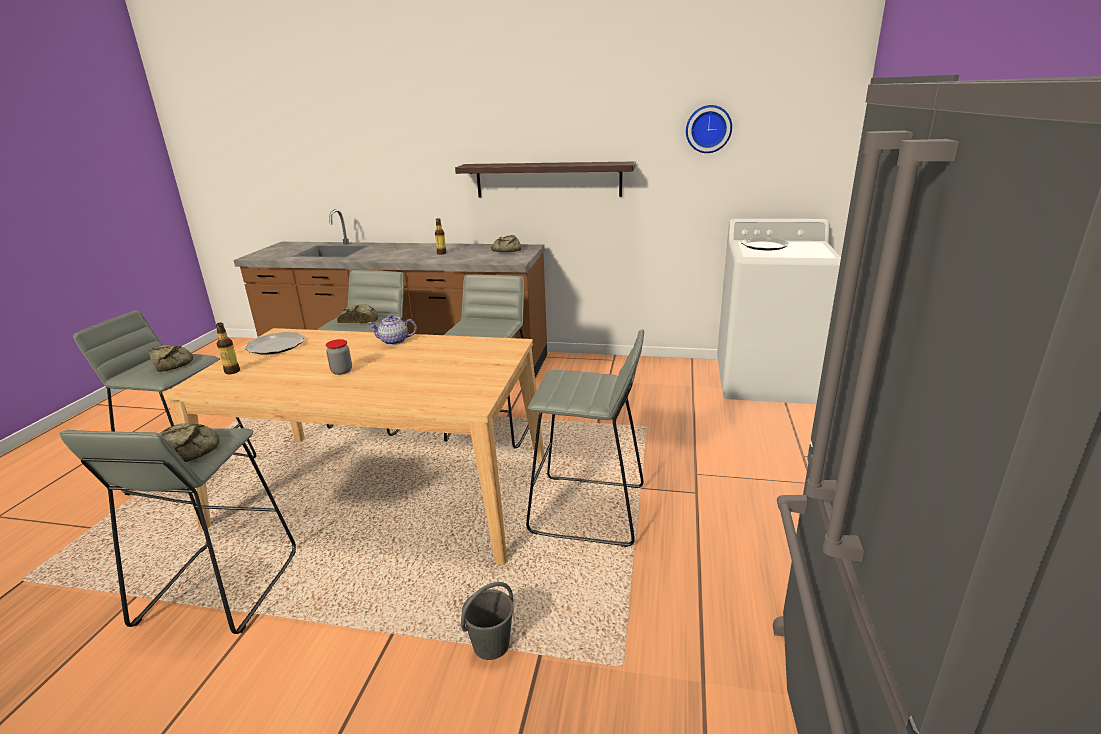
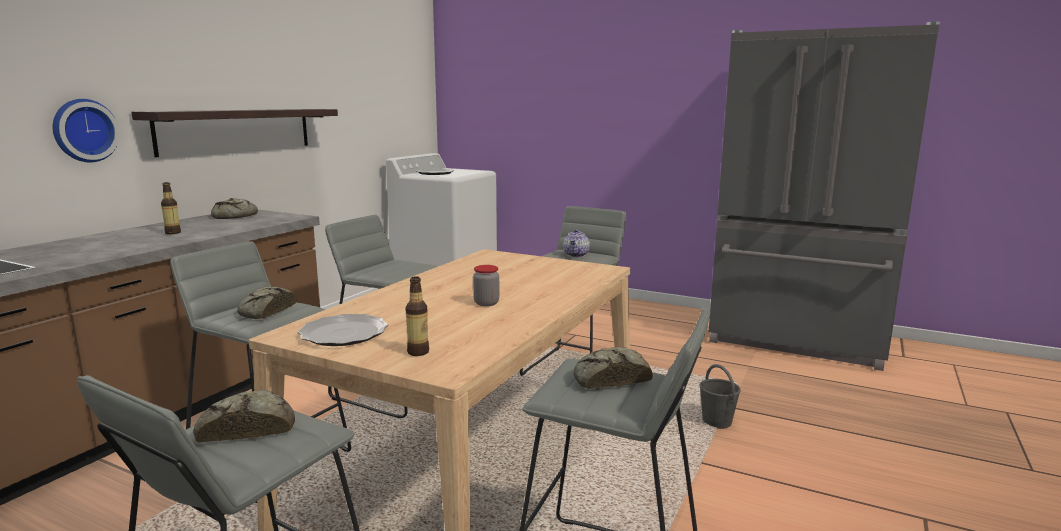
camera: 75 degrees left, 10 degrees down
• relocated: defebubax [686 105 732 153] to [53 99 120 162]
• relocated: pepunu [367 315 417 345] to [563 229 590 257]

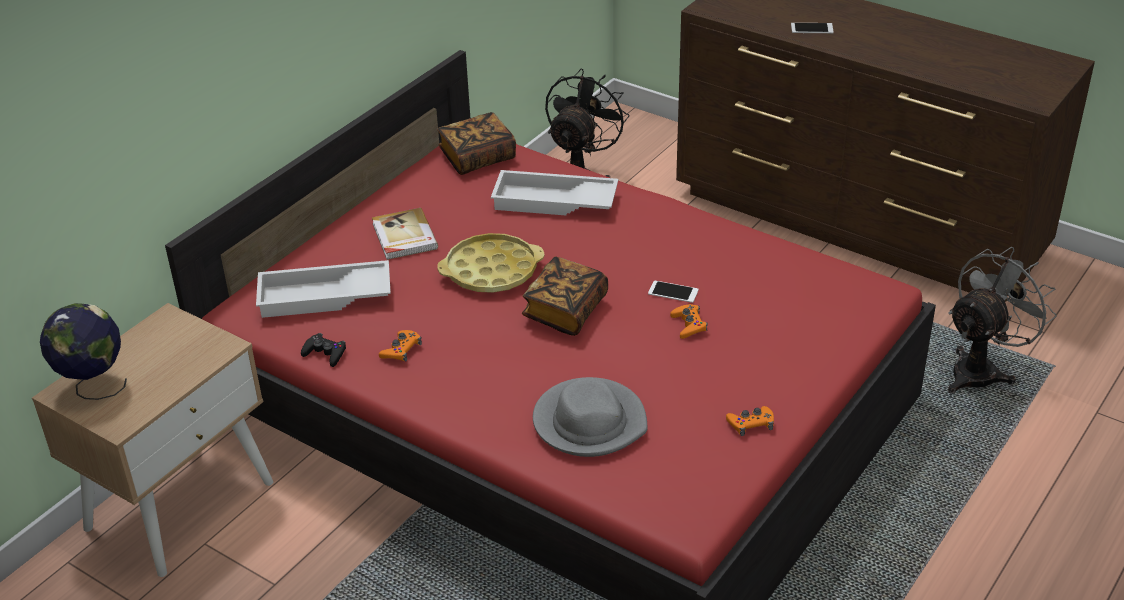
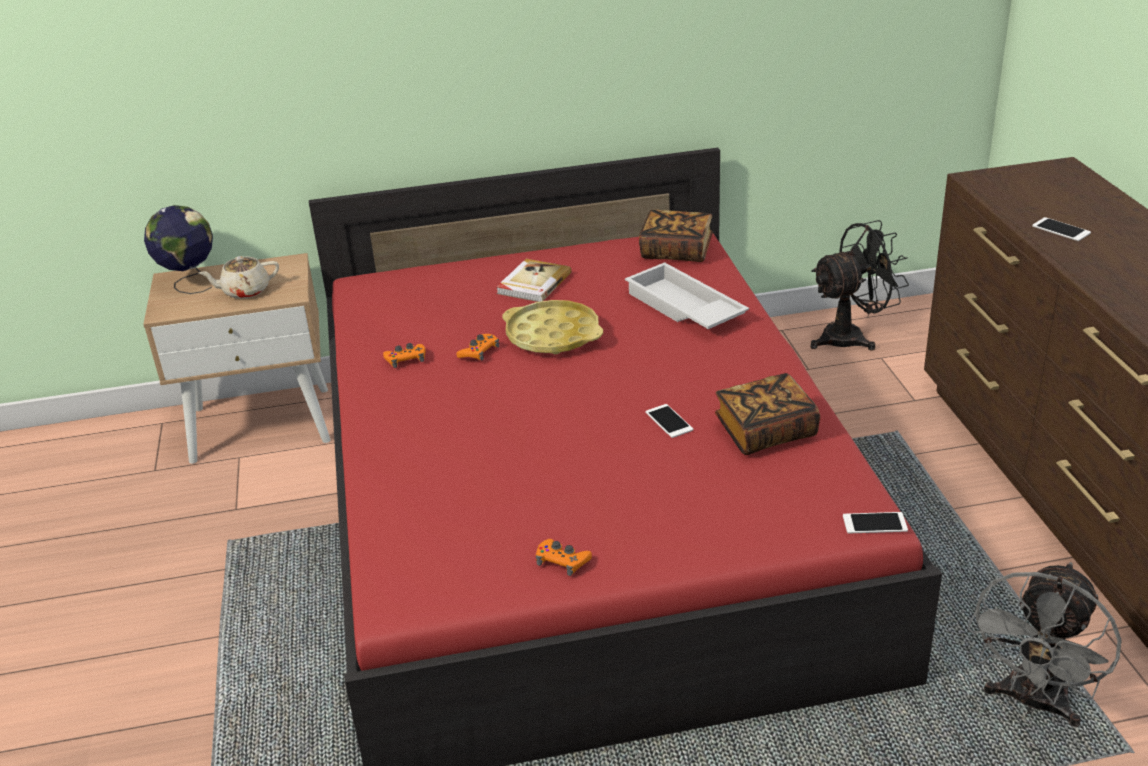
camera: 45 degrees right, 5 degrees down
• appeared: pepunu (beige) [199 256 279 299]
• relocated: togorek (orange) [670 304 708 339] to [457 334 499 360]
• relocated: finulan [522 257 608 336] to [715 373 820 455]
• appeared: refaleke [843 512 908 534]
• spun: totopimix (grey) [948 247 1057 394] = [967 562 1122 727] 120 degrees clockwise
• missing: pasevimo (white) [256 260 391 318]
• missing: togorek (black) [301 333 346 367]
• missing: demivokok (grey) [533 377 647 457]

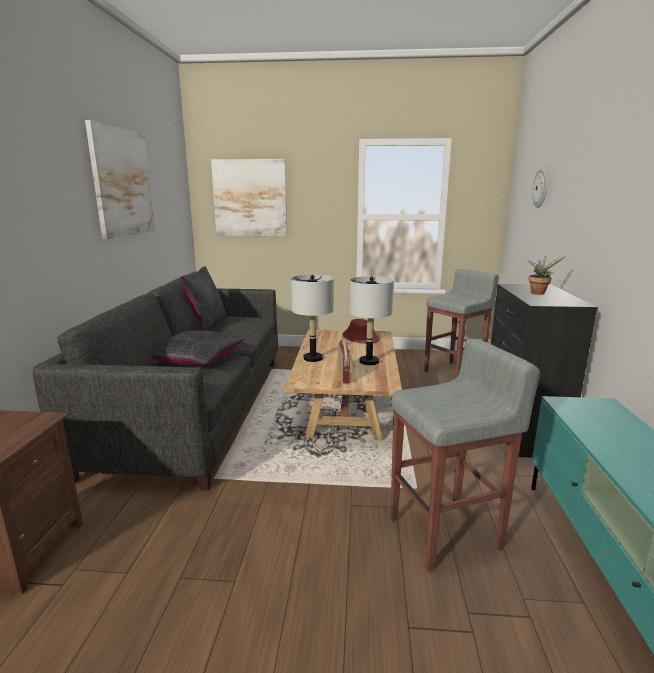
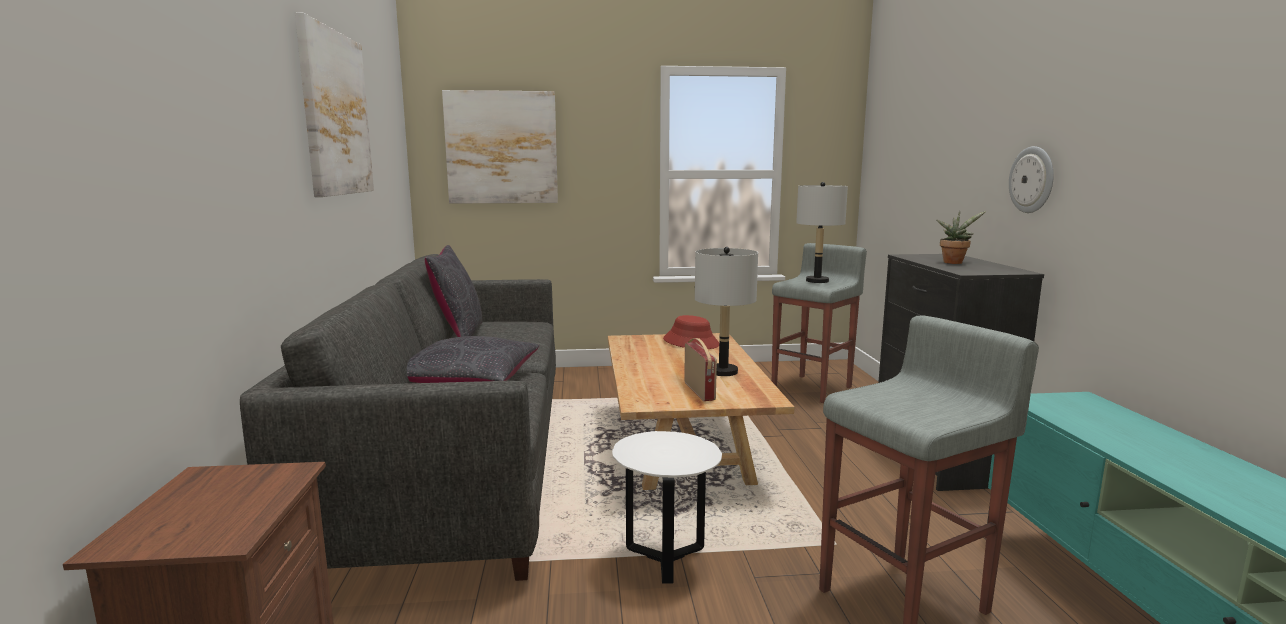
camera: 10 degrees left, 5 degrees down
• appeared: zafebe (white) [612 431 722 583]
• relocated: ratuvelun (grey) [291 275 334 362] to [796 182 848 283]
• relocated: defebubax [532 169 547 208] to [1009 146 1054 213]

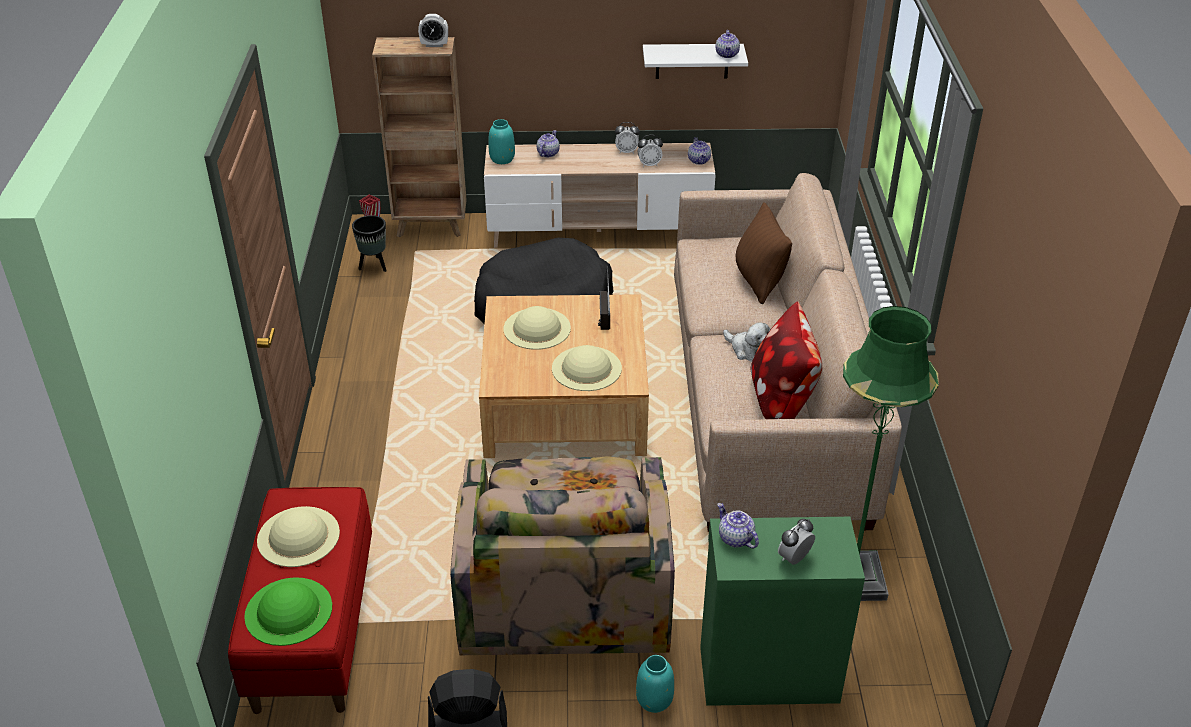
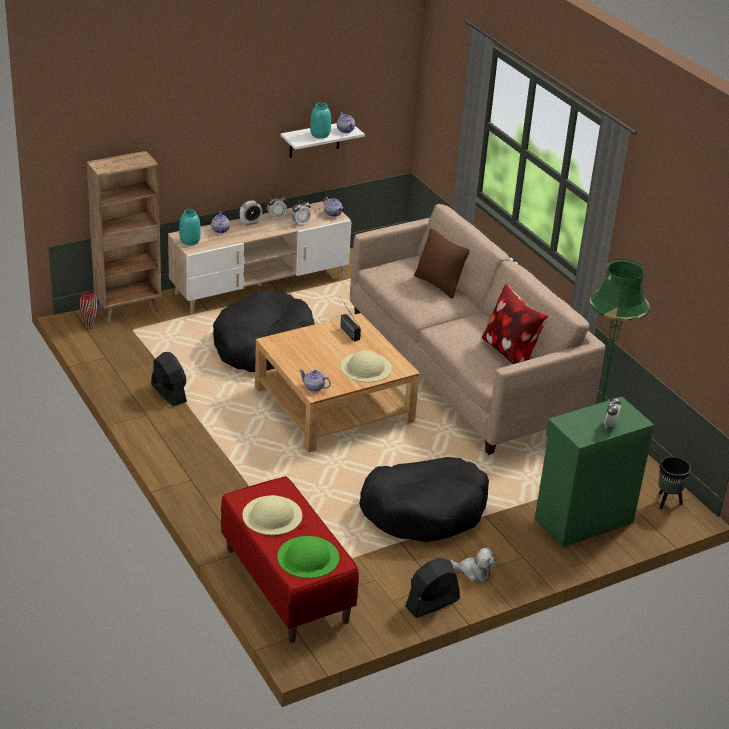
camera: 30 degrees left, 5 degrees down
• appeared: totopimix (black) [151 352 187 406]
• relocated: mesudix [418 14 448 47] to [240 200 262 226]
• relocated: pepunu [717 503 759 548] to [299 369 331 392]
• relocated: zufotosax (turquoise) [636 655 674 713] to [310 103 331 139]
• exchanged: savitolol [450 456 675 655] to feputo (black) [359 457 489 542]
• relocated: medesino [723 322 771 362] to [450 548 495 582]
• relocated: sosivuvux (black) [352 215 387 272] to [658 456 691 510]
• missing: demivokok (beige) [504 306 571 350]

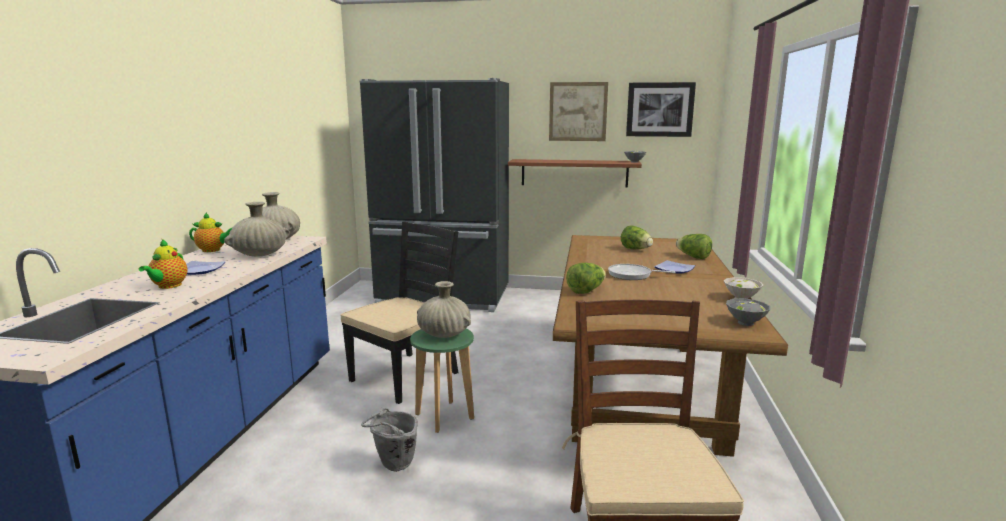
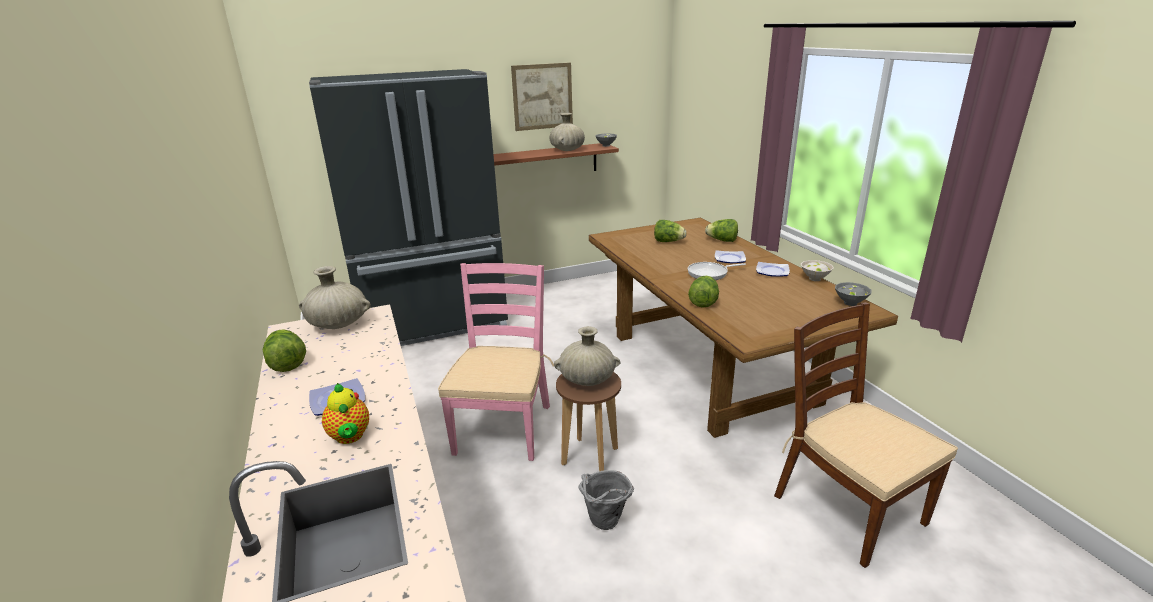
camera: 30 degrees left, 10 degrees up
• exchanged: pepunu [189 212 233 252] to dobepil [262 329 306 372]
• colour: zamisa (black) [340 222 458 404] to zamisa (pink) [438 263 554 461]
• relocated: zufotosax (beige) [224 202 290 257] to [550 113 585 151]
• colour: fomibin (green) [410 329 474 433] to fomibin (brown) [556 372 621 471]
• appeared: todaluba [756 262 790 277]
• missing: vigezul [626 82 696 137]

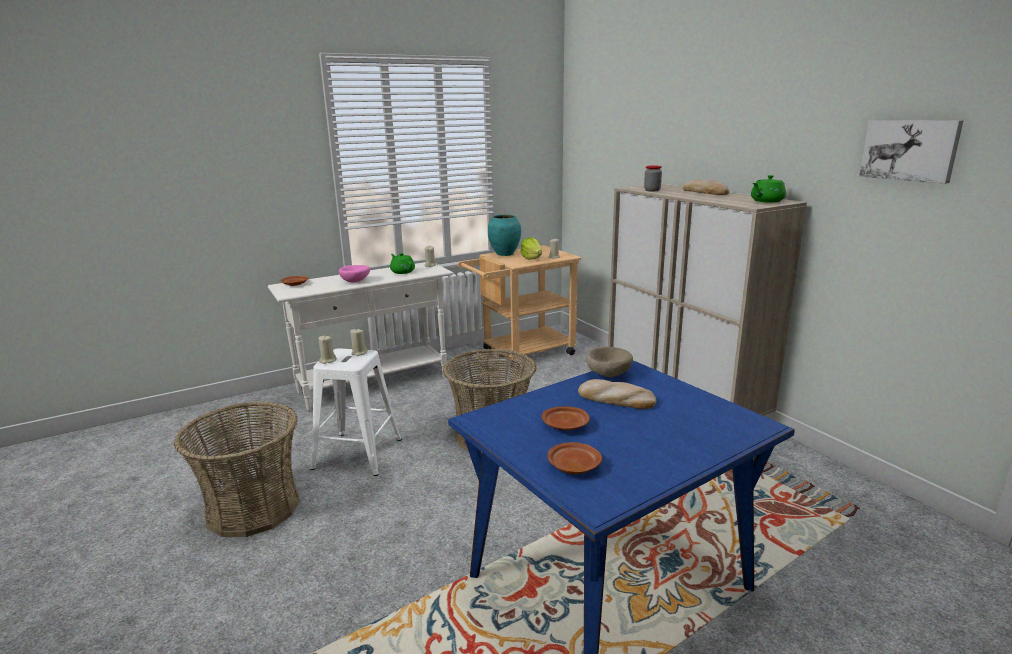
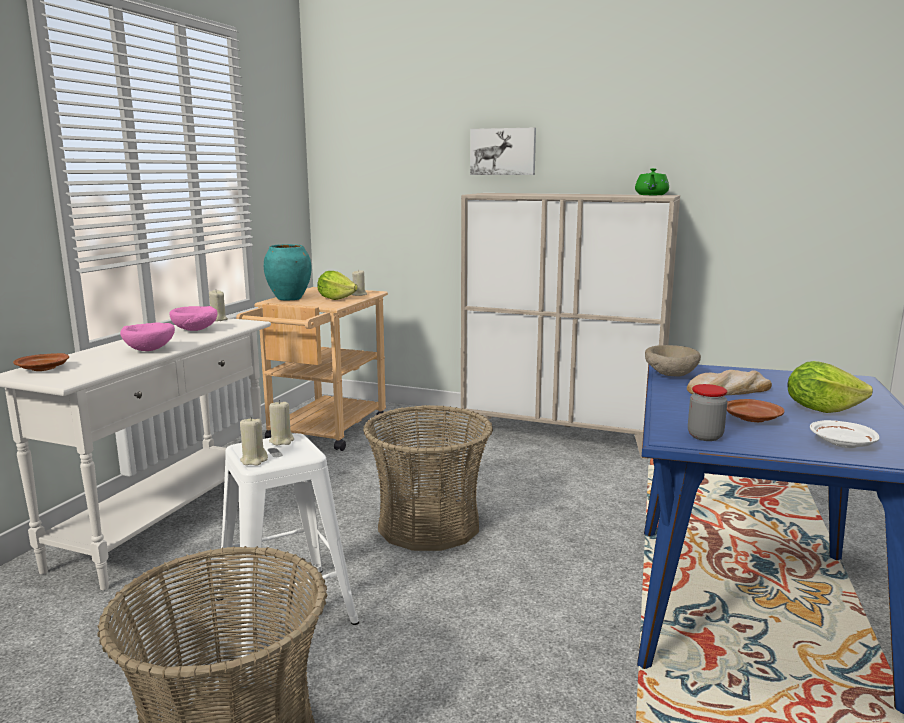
camera: 40 degrees left, 5 degrees down
• exchanged: pepunu (green) [390 253 415 274] to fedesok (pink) [169 306 218 331]
• relocated: vigezul [859 120 964 184] to [470 128 536 175]
• relocated: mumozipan [644 165 662 191] to [688 384 727 441]
• appeared: dobepil [788 361 873 413]
• colour: todaluba (brown) [547 442 602 474] to todaluba (white) [810 420 879 448]
• missing: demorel [683 180 729 195]

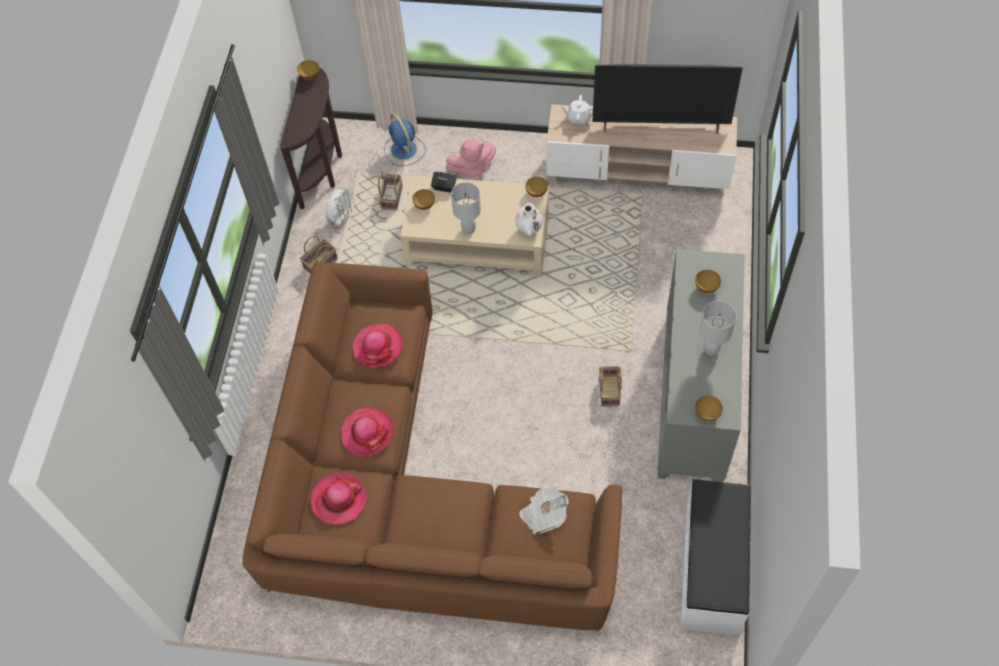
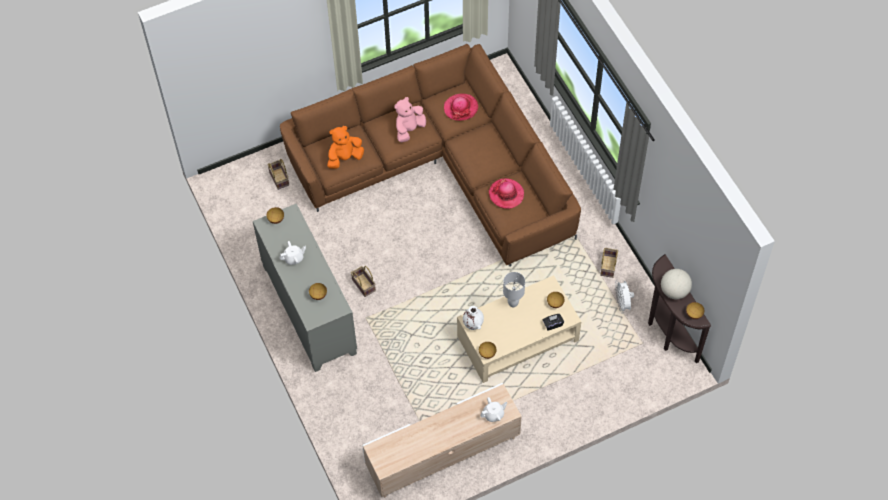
camera: 145 degrees right, 0 degrees up
• relocated: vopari [378 172 403 211] to [268 159 289 190]
• exchanged: ratuvelun (white) [700 301 736 356] to pepunu (white) [279 241 306 265]
• exchanged: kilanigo [519 486 569 534] to medesino (orange) [327 126 364 169]
• relocated: medesino (pink) [446 138 496 180] to [394 97 426 142]
• appeared: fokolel [661 269 692 299]
• missing: demivokok [341 407 394 457]
• missing: totopimix (blue) [384 113 426 166]
• missing: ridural [592 64 743 134]
• missing: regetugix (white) [680 479 751 636]

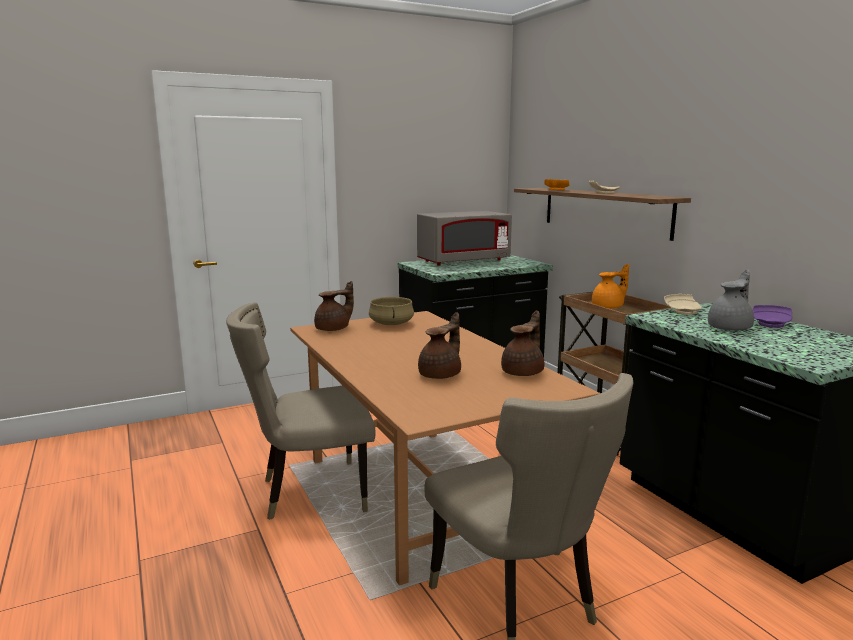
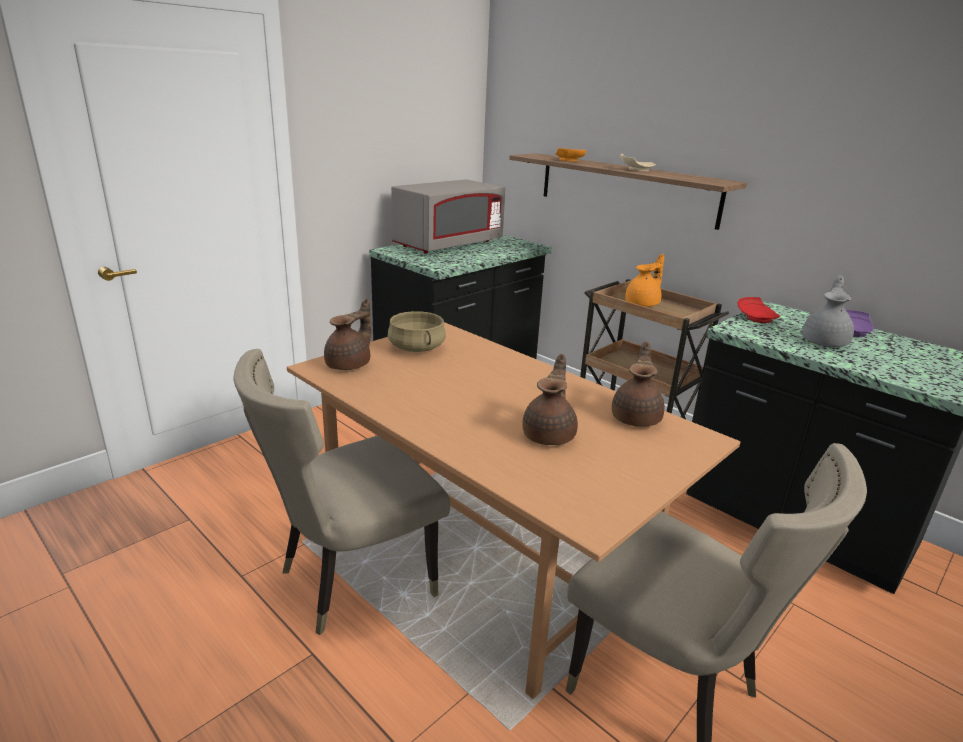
camera: 20 degrees left, 10 degrees up
• colour: todaluba (beige) [664 294 702 315] to todaluba (red) [737 297 780 323]

